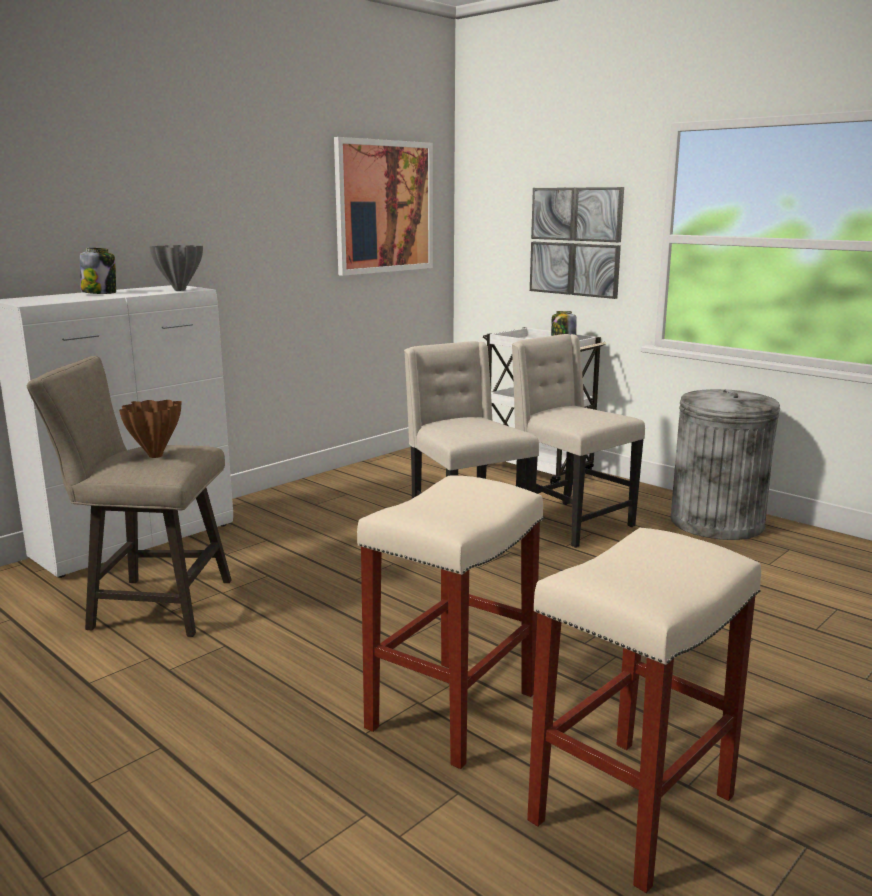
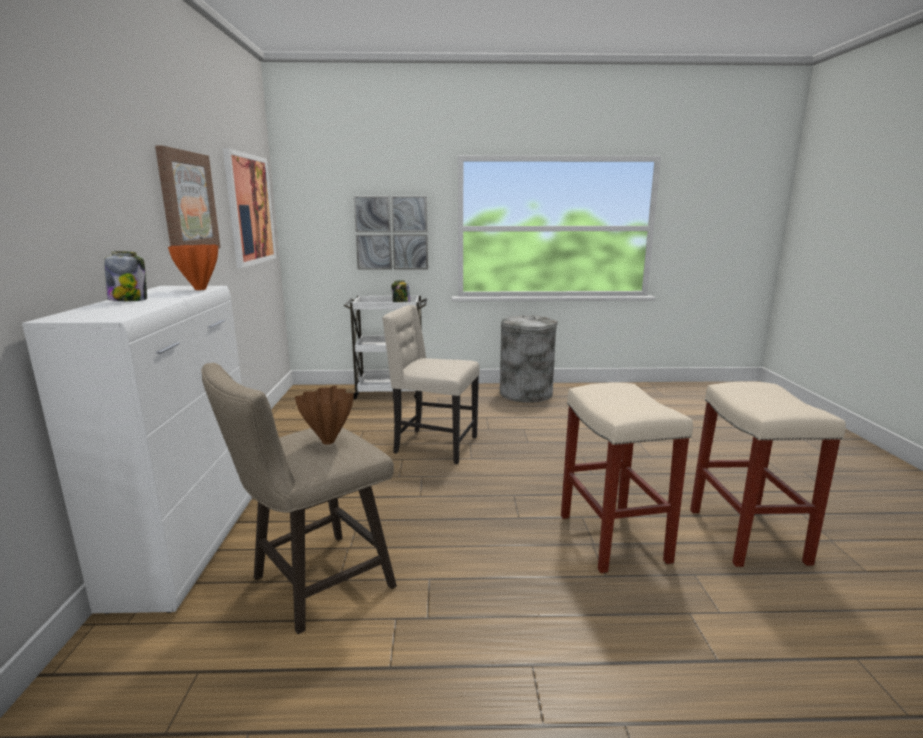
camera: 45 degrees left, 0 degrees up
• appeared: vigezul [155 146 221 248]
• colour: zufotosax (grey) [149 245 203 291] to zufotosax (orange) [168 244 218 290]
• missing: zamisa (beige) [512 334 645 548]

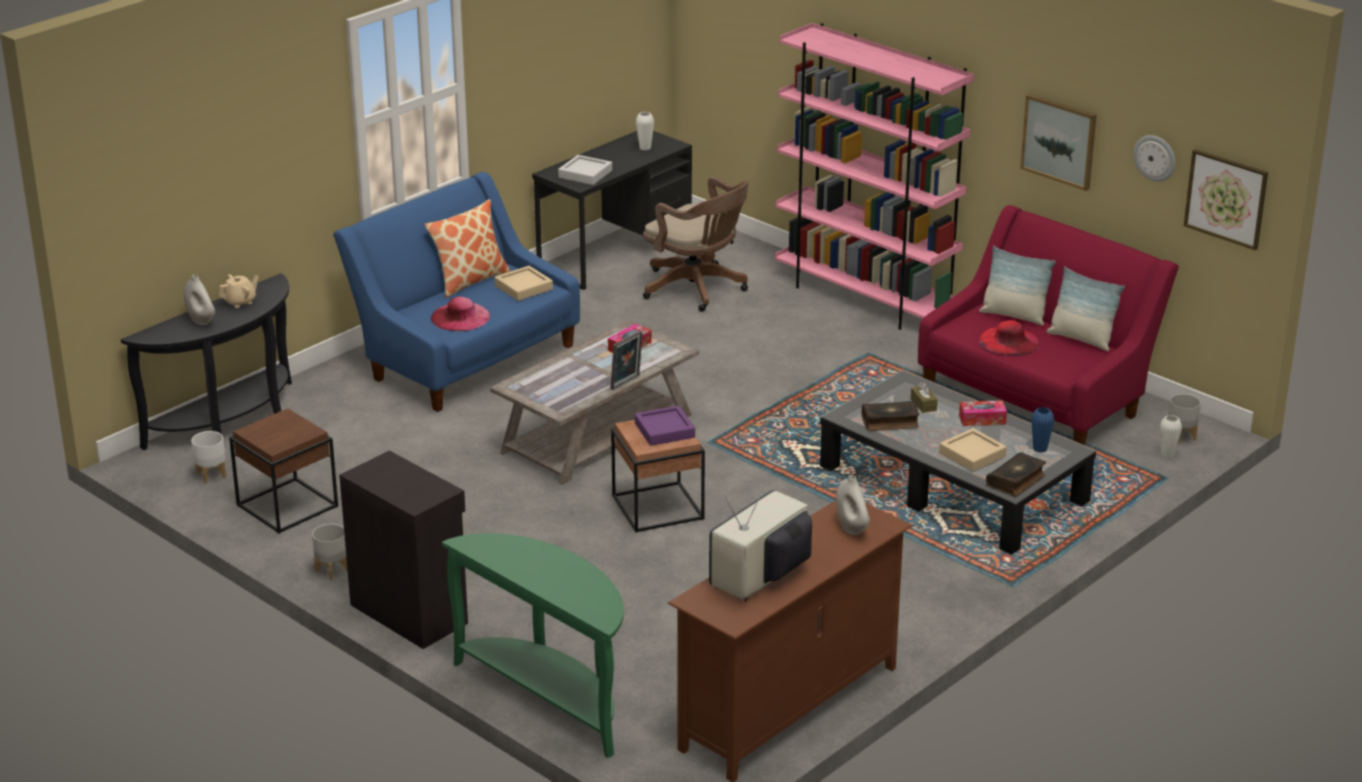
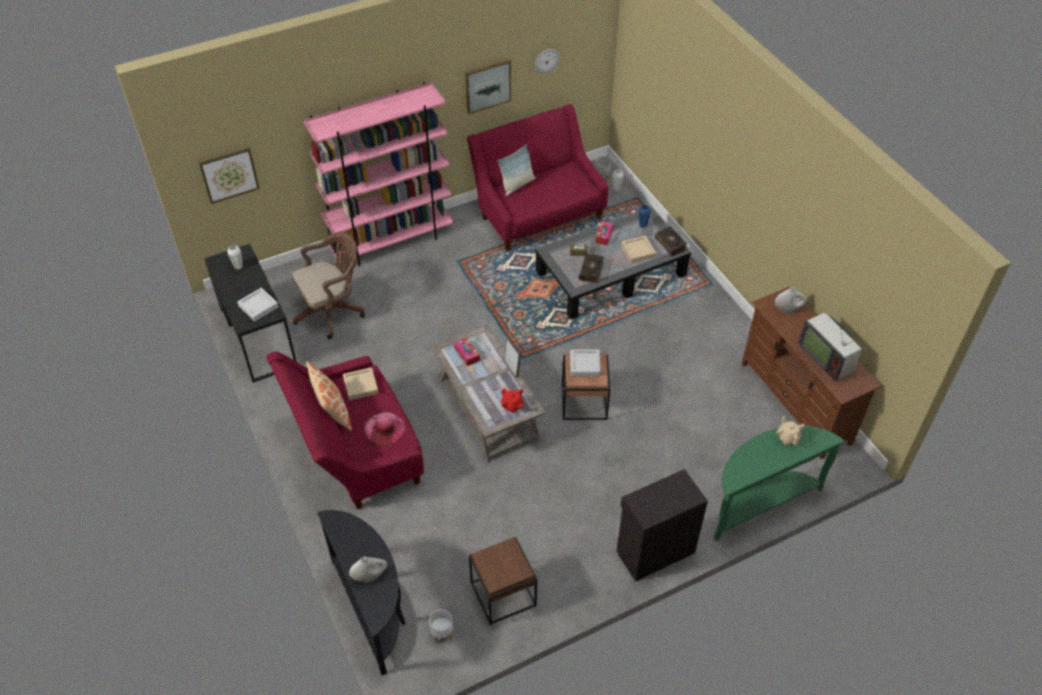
camera: 70 degrees left, 20 degrees up
• relocated: vigezul [1184 149 1268 250] to [199 148 260 204]
• colour: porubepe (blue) [333 172 580 412] to porubepe (red) [266 351 424 509]
• appeared: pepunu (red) [501 388 524 413]
• colour: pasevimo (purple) [635 405 695 446] to pasevimo (grey) [570 349 601 376]
• relocated: pepunu (beige) [218 274 259 308] to [777 416 805 445]
• missing: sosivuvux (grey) [312 524 348 580]
• missing: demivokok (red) [979 320 1040 356]
• missing: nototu [1047 267 1125 351]

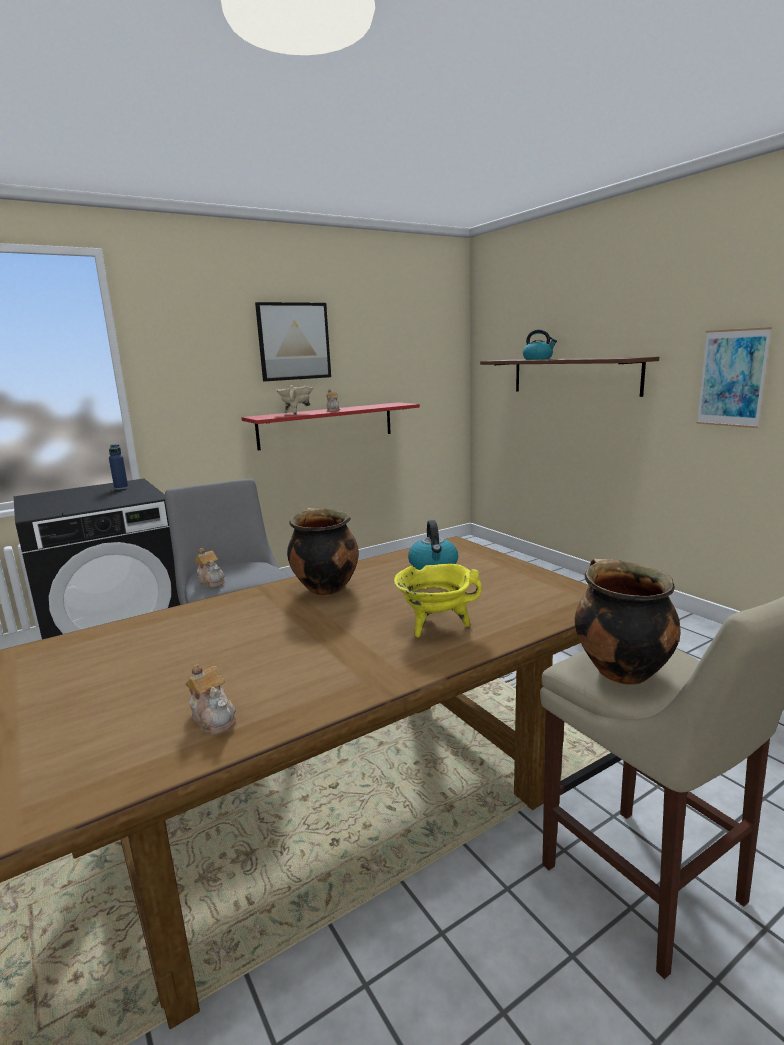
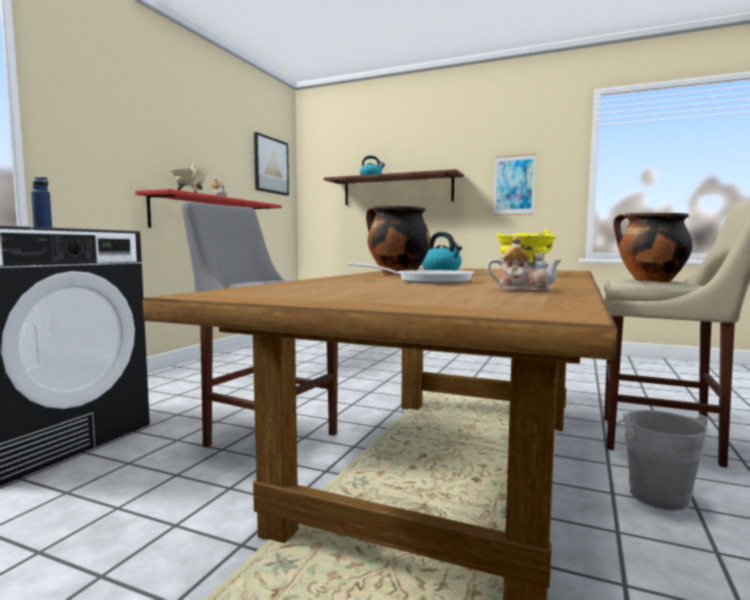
camera: 35 degrees left, 10 degrees down
• relocated: vigezul [255 302 331 381] to [254 132 289 196]
• appeared: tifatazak [348 263 474 284]
• appeared: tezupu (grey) [615 410 708 511]
• missing: pepunu [195 548 225 588]

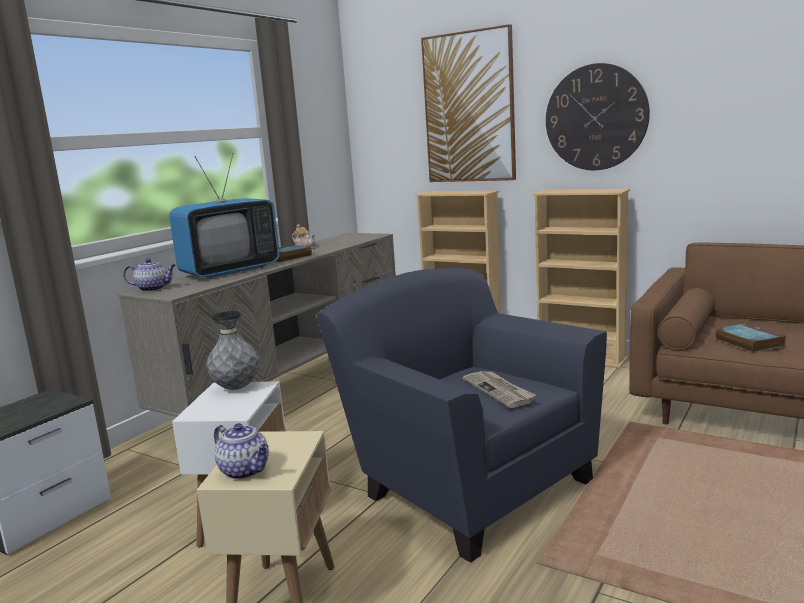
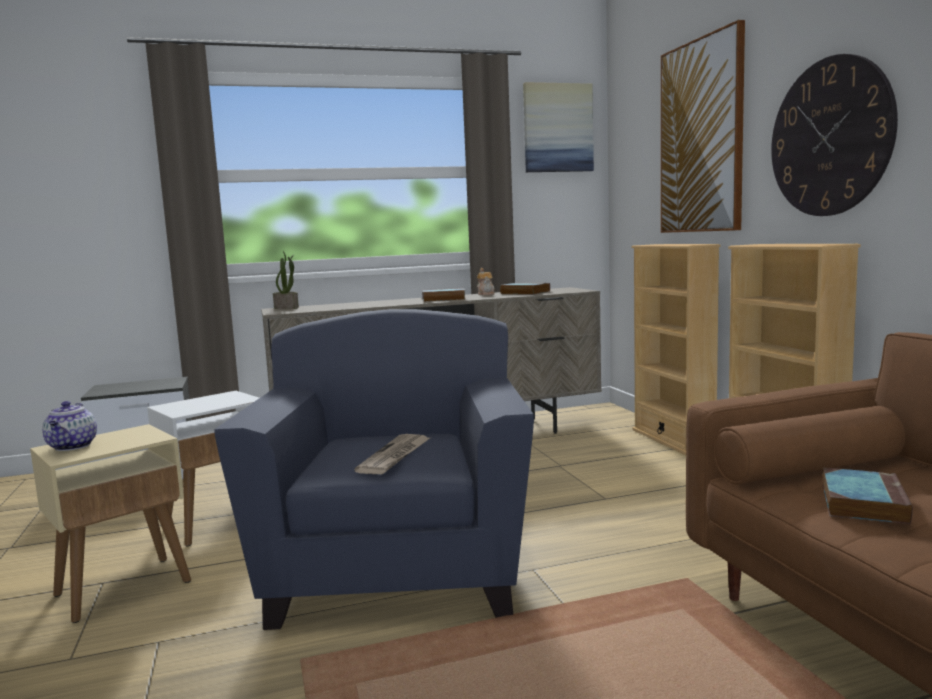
camera: 40 degrees right, 5 degrees down
• exchanged: pepunu [123 258 176 292] to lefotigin [273 251 299 309]
• appeared: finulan [500 283 550 294]
• appeared: vigezul [523 82 594 172]
• missing: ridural [169 153 280 279]
• missing: zufotosax (grey) [206 311 259 390]

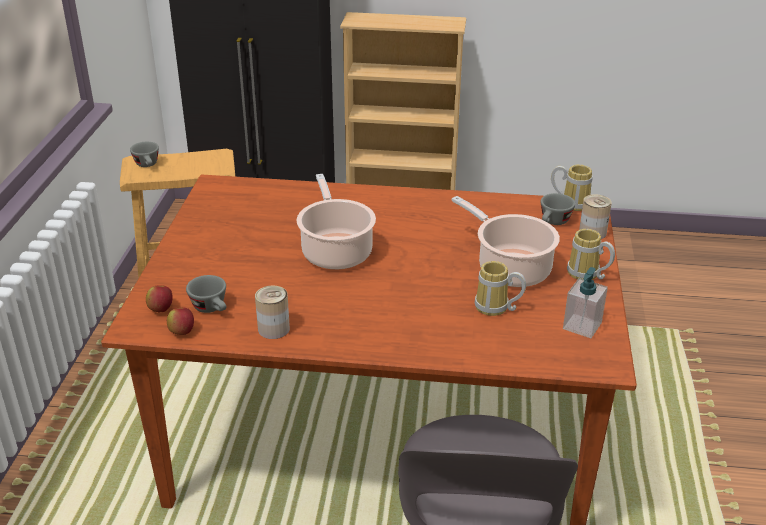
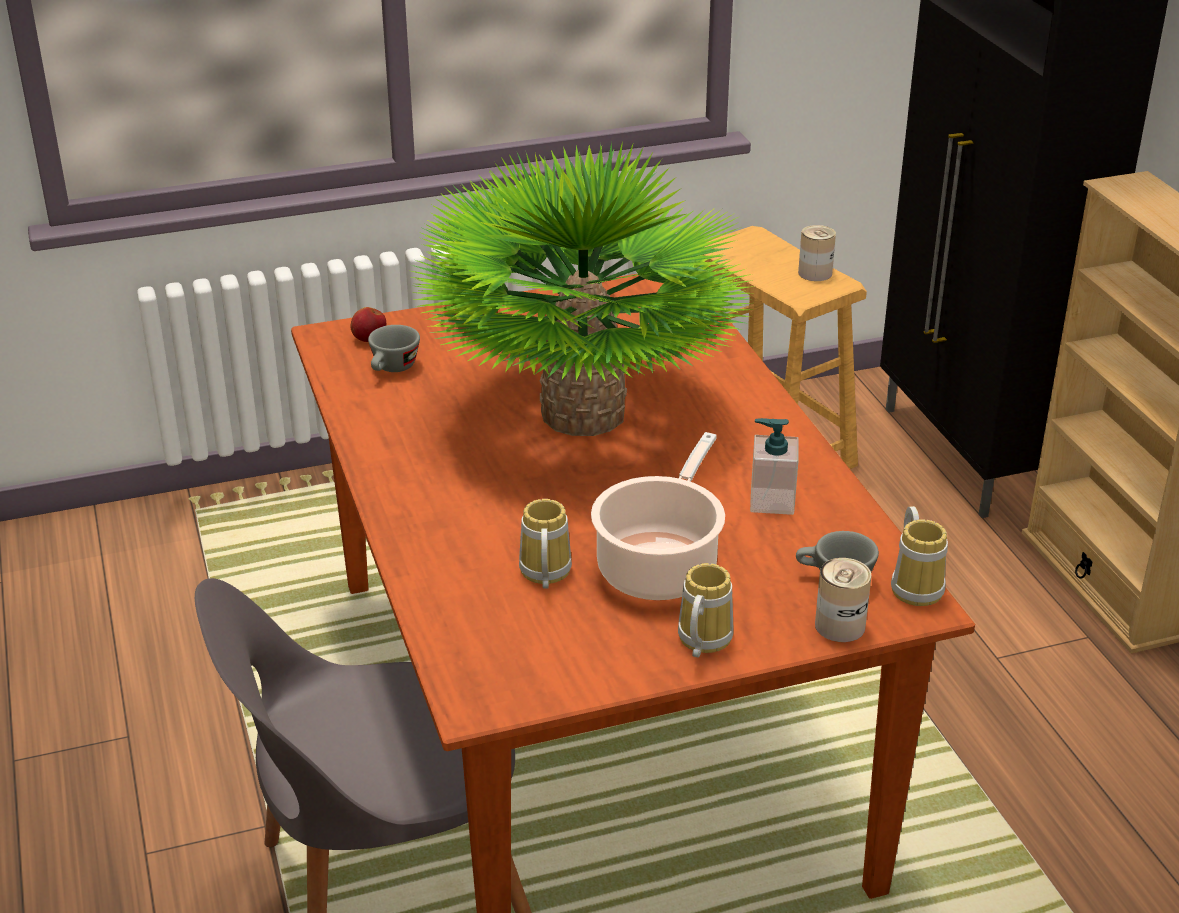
camera: 65 degrees right, 0 degrees up
• exchanged: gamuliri [297 174 376 270] to lefotigin [412 141 753 436]
• relocated: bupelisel [563 267 608 338] to [750 418 798 515]
• relocated: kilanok [255 286 290 339] to [798 225 836 281]
• missing: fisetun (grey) [130 142 159 167]
• missing: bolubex [167 307 194 335]

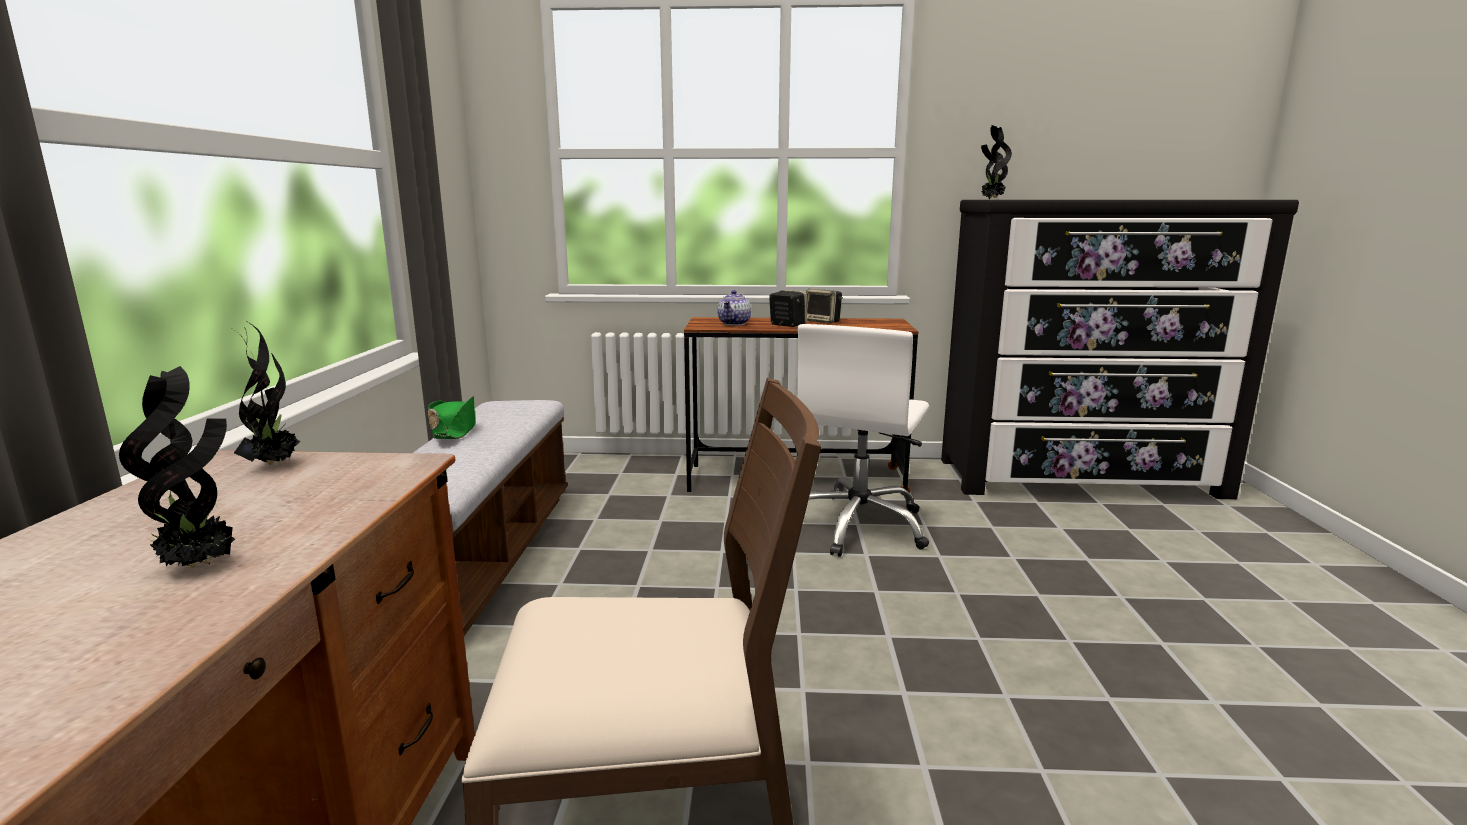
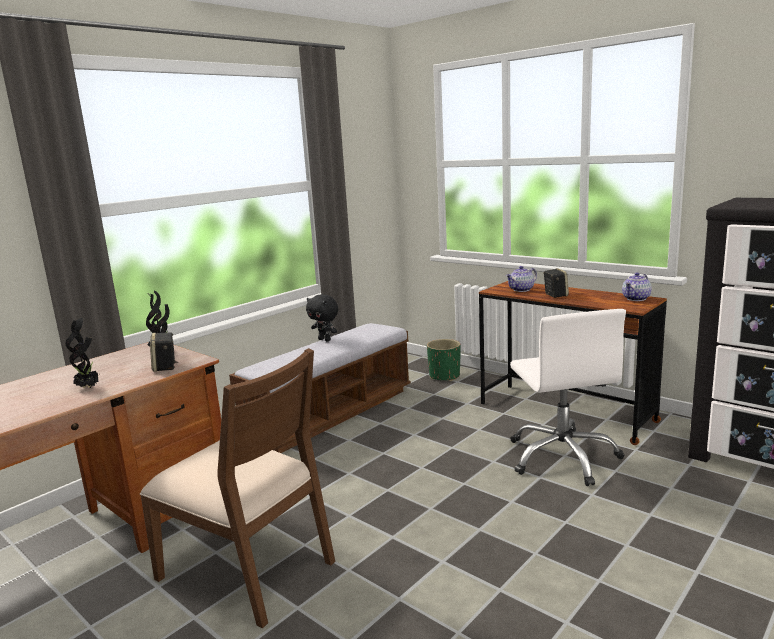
camera: 40 degrees right, 0 degrees up
• relocated: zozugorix [806 289 843 323] to [150 332 178 372]
• exchanged: demivokok (green) [428 396 475 439] to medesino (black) [306 294 338 341]
• appeared: sosivuvux (green) [427 339 461 381]
• spun: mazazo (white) [797 324 929 557] = [510 309 626 486] 75 degrees counterclockwise
• appeared: pepunu [622 272 652 301]
• missing: lefotigin [981 125 1012 199]

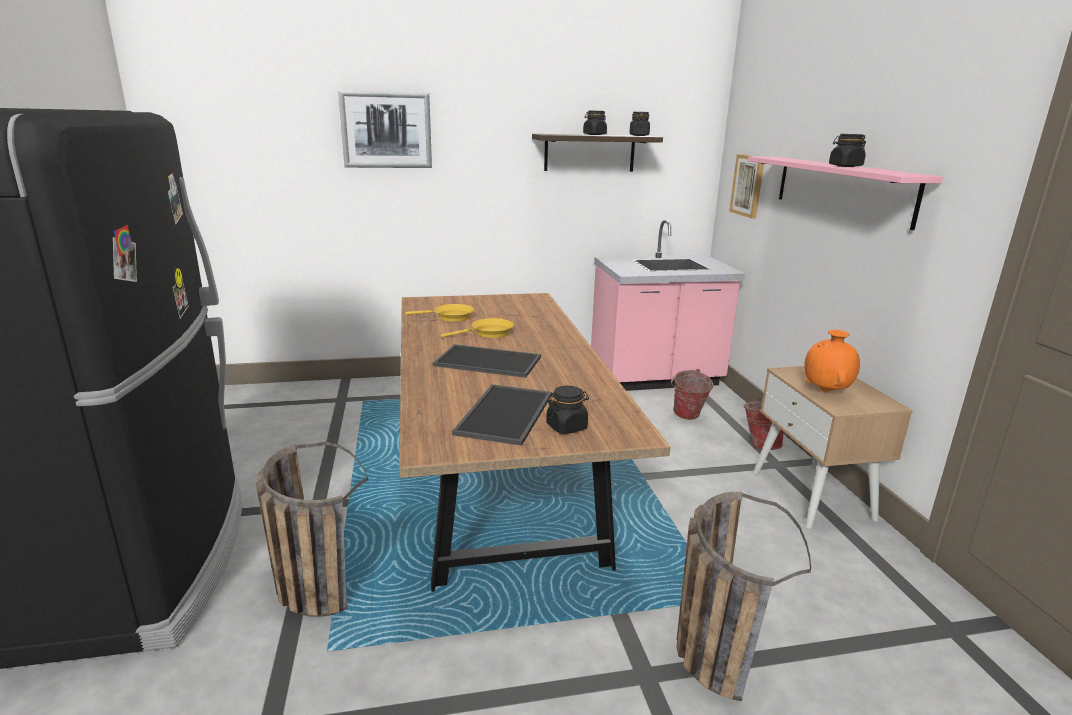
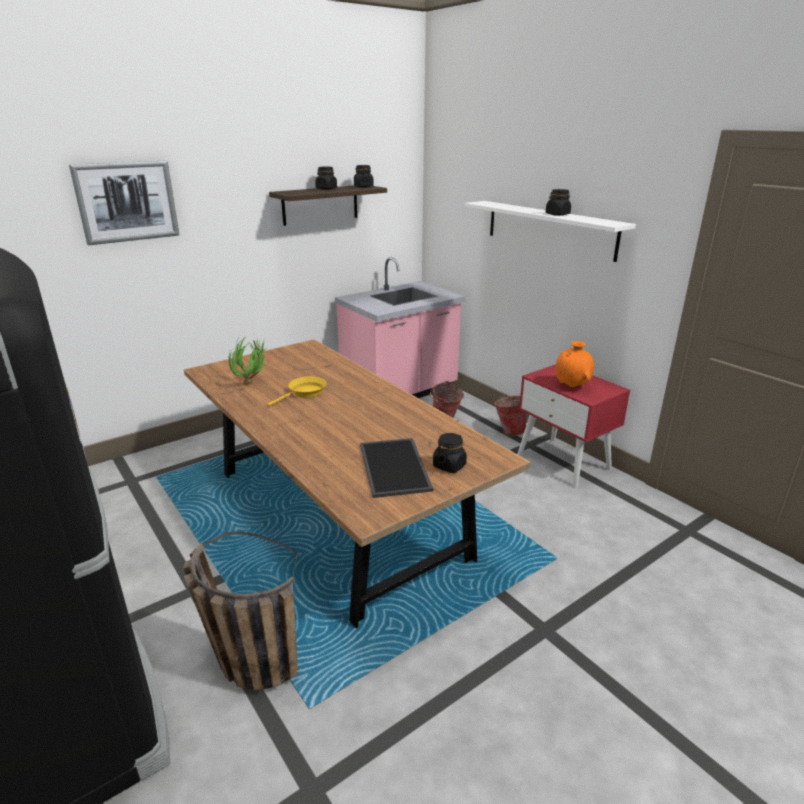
camera: 25 degrees left, 5 degrees up
• exchanged: tifatazak (yellow) [405 304 474 322] to lefotigin [228 338 268 385]
• colour: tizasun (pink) [748 156 943 230] to tizasun (white) [464 201 636 262]
• colour: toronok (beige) [753 366 912 529] to toronok (red) [517 364 630 488]
• missing: pasevimo [433 344 541 378]
• missing: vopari [676 492 811 701]
• missing: vigezul [729 154 764 218]

